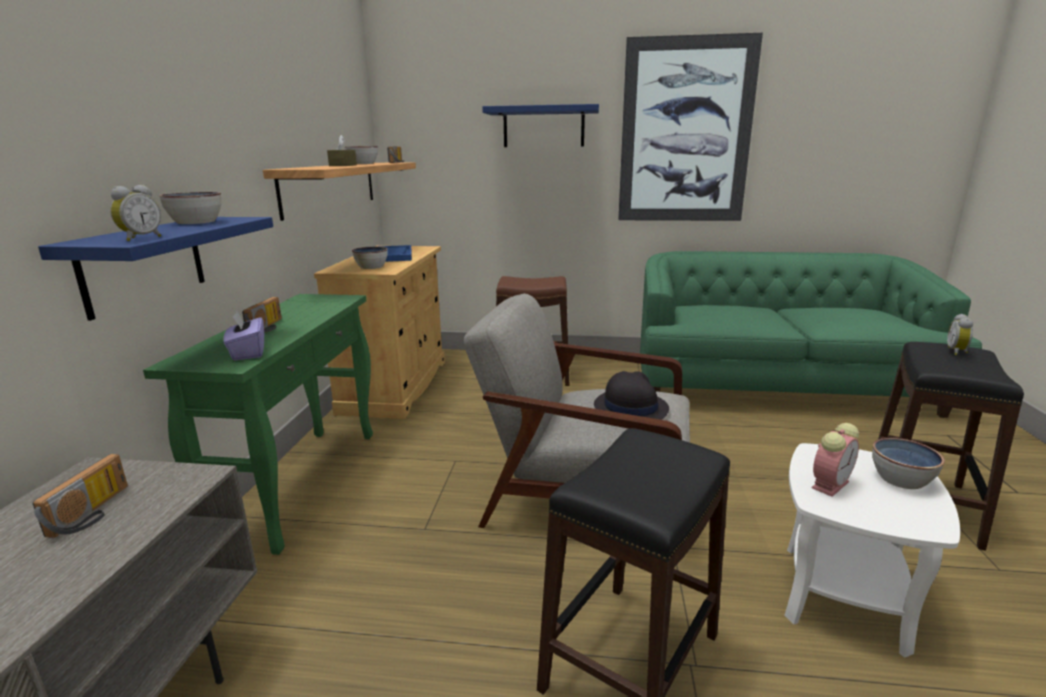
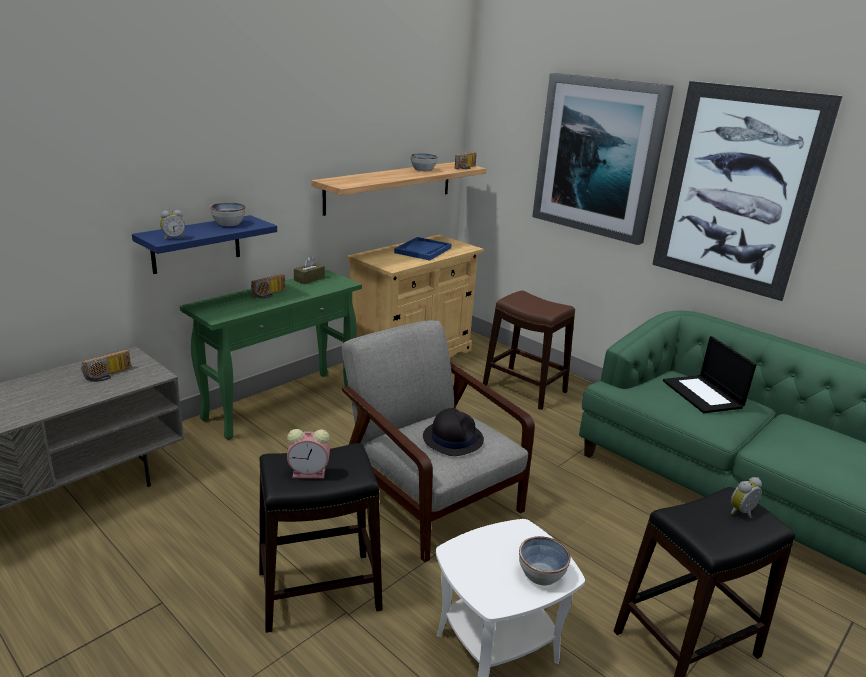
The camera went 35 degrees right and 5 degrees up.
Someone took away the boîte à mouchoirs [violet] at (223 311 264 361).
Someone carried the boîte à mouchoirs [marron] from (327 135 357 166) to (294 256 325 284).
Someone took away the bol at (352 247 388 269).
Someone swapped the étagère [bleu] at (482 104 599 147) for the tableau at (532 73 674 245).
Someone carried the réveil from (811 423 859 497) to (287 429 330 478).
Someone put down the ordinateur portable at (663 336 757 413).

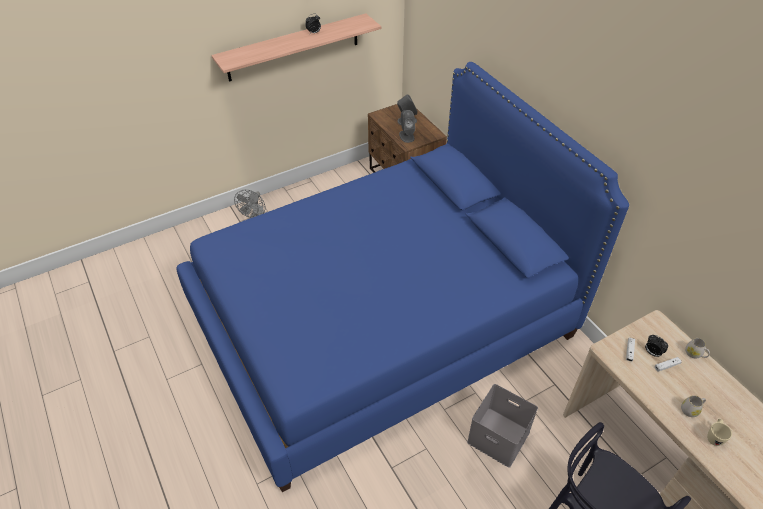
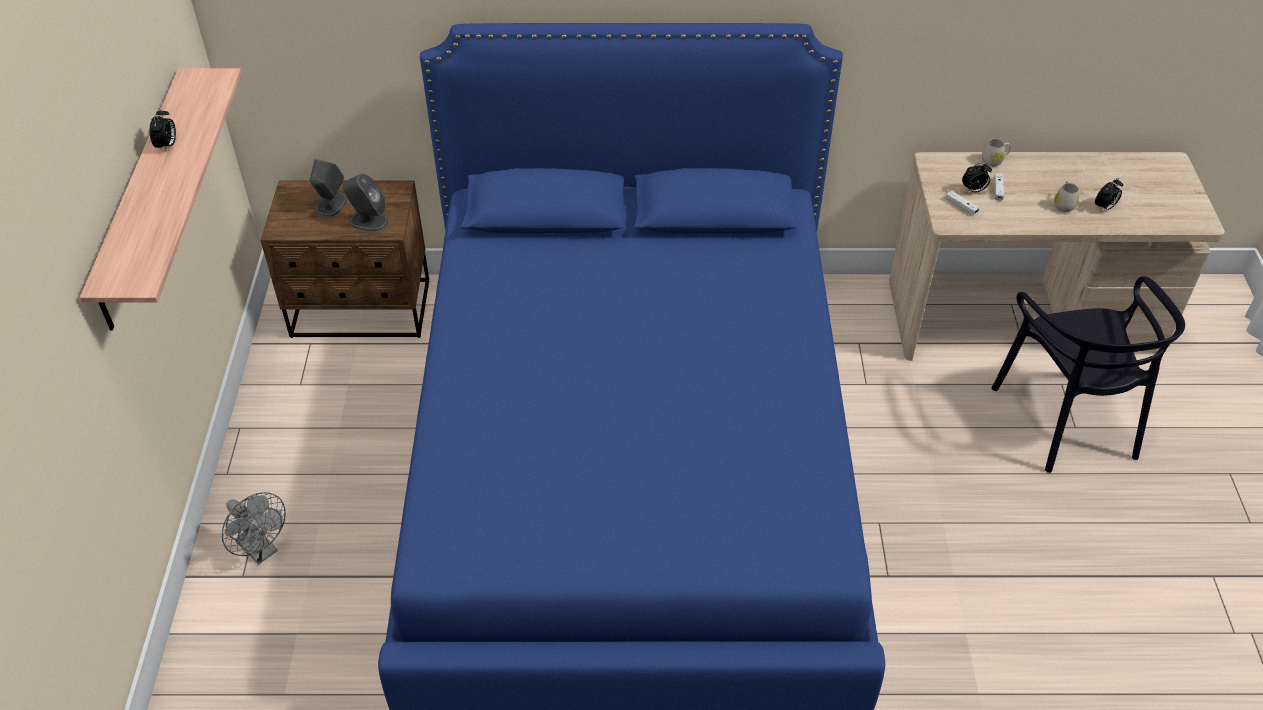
The camera went 60 degrees left and 0 degrees up.
Someone took away the boîte de rangement [gris] at (467 384 538 468).
Someone swapped the mug [beige] at (707 419 732 446) for the réveil at (1095 178 1123 212).

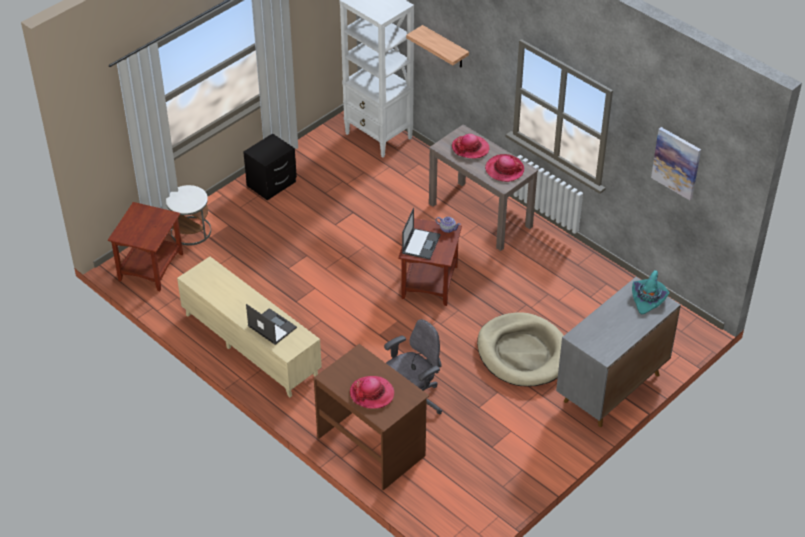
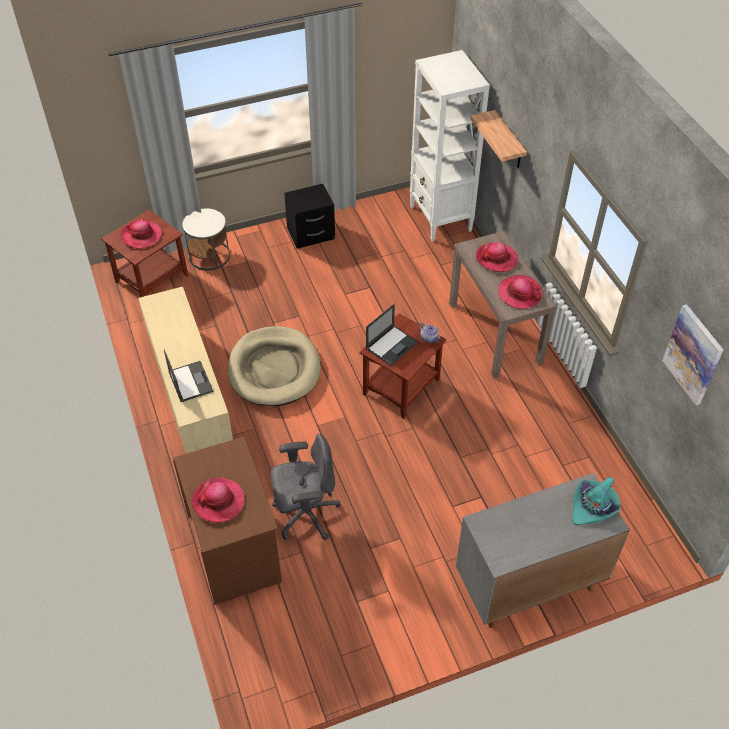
The camera went 25 degrees right and 5 degrees up.
Someone carried the panier pour chien [beige] from (477 312 564 387) to (228 326 321 406).
Someone put down the chapeau at (121 219 163 249).

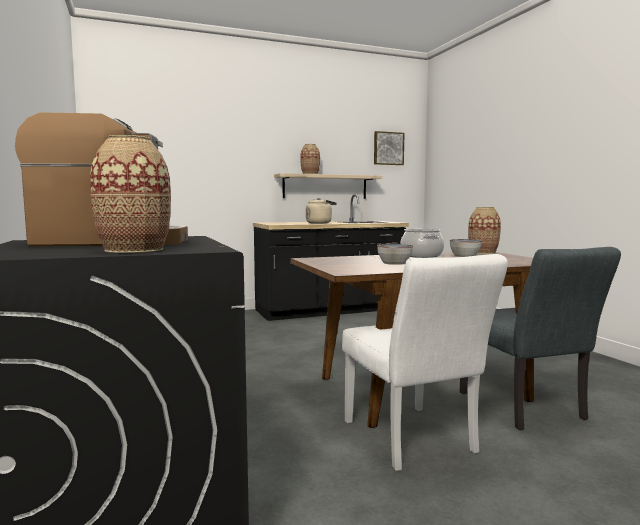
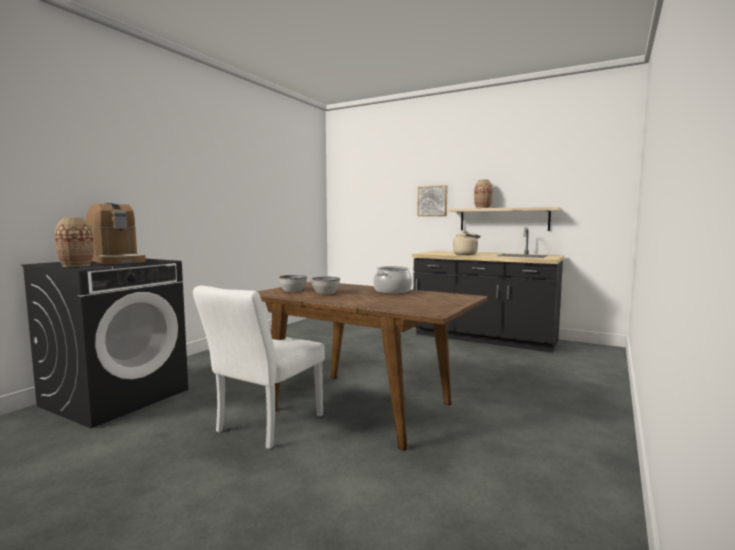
The camera went 50 degrees right and 0 degrees up.
Someone carried the tableau from (374 131 405 165) to (417 185 448 216).
Someone carried the bol from (450 239 482 257) to (279 275 307 292).
Someone took away the chaise [gris] at (460 247 621 430).
Someone took away the vase at (468 207 501 254).

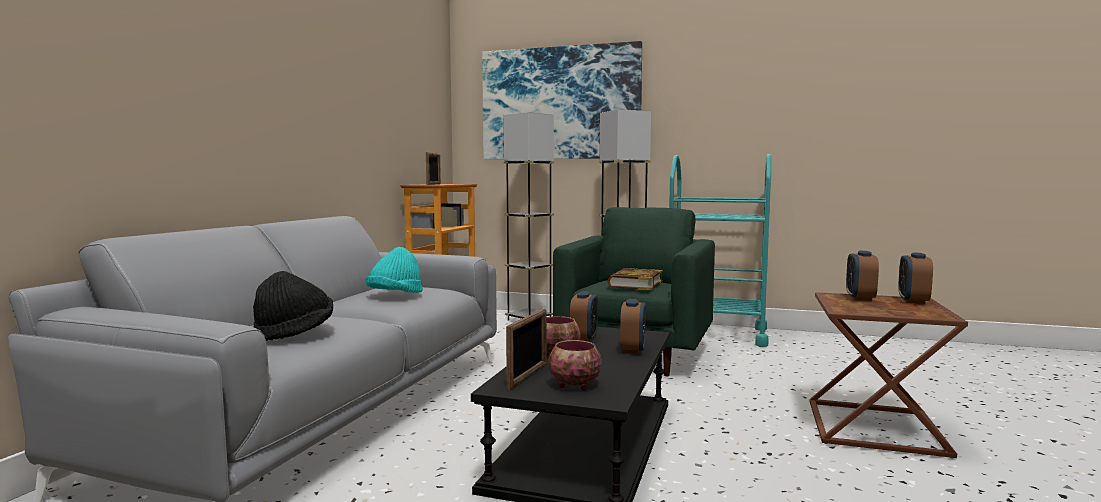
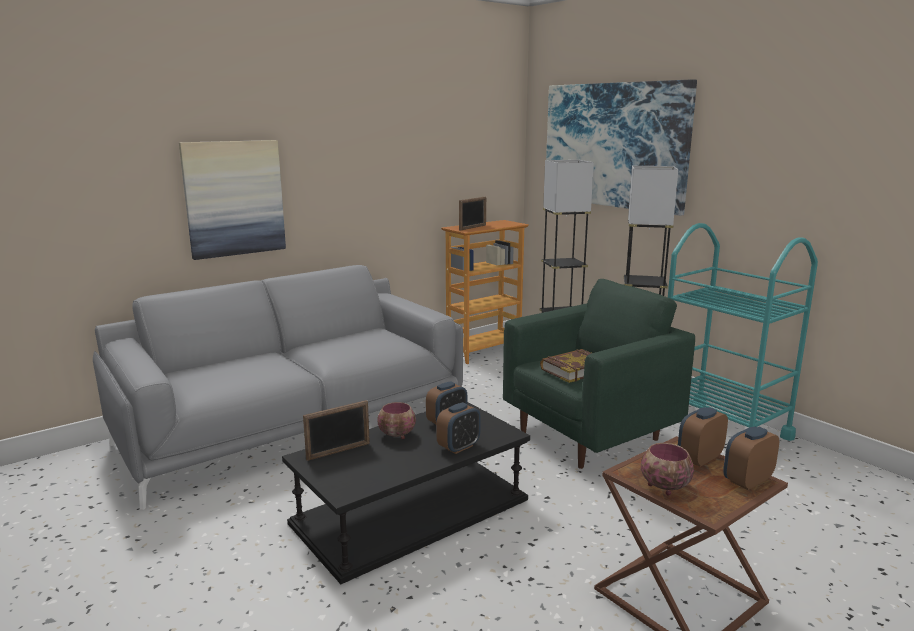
The camera went 35 degrees right and 10 degrees up.
Someone took away the chapeau [noir] at (253 271 333 341).
Someone took away the chapeau [turquoise] at (365 247 423 293).
Someone carried the bol from (548 340 602 390) to (641 443 694 496).
Someone put up the tableau at (179 140 286 260).

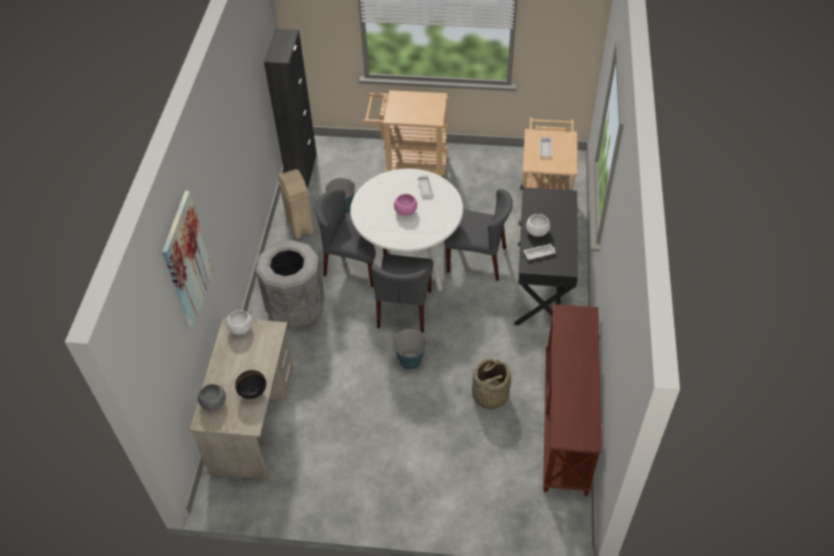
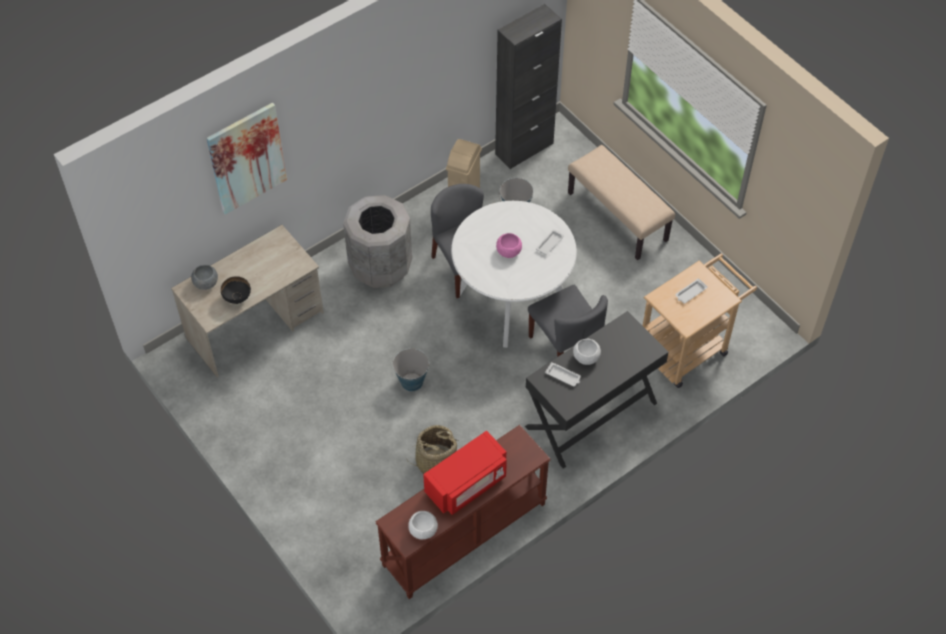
The camera went 45 degrees right and 5 degrees up.
Someone carried the bol [blanc] from (226 310 252 335) to (408 511 438 539).
Someone swapped the chariot [beige] at (363 90 449 177) for the banc [beige] at (568 145 675 260).
Someone took away the chaise [gris] at (371 254 433 333).
Someone put down the micro-ondes [rouge] at (423 430 507 515).

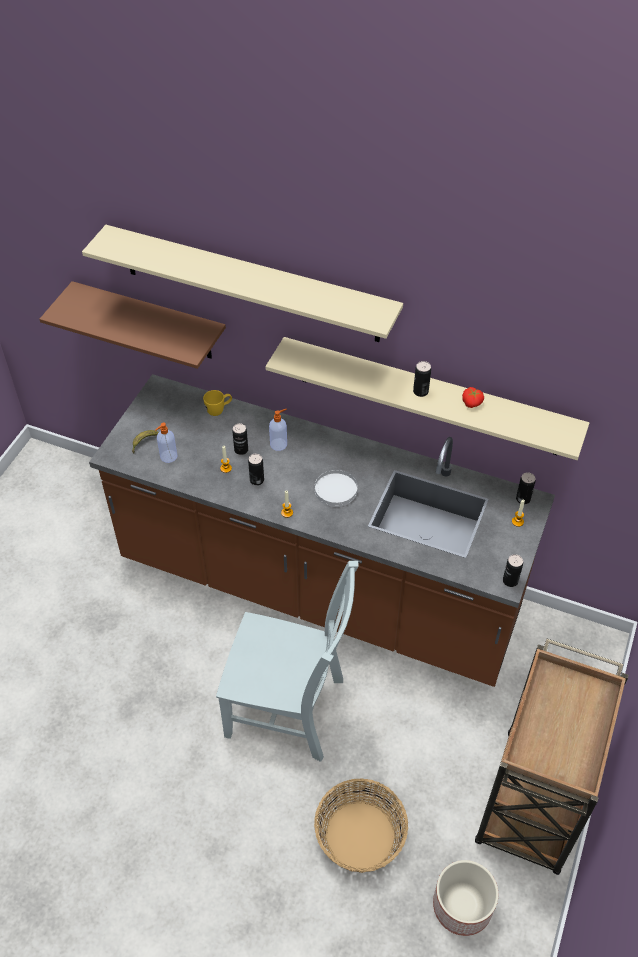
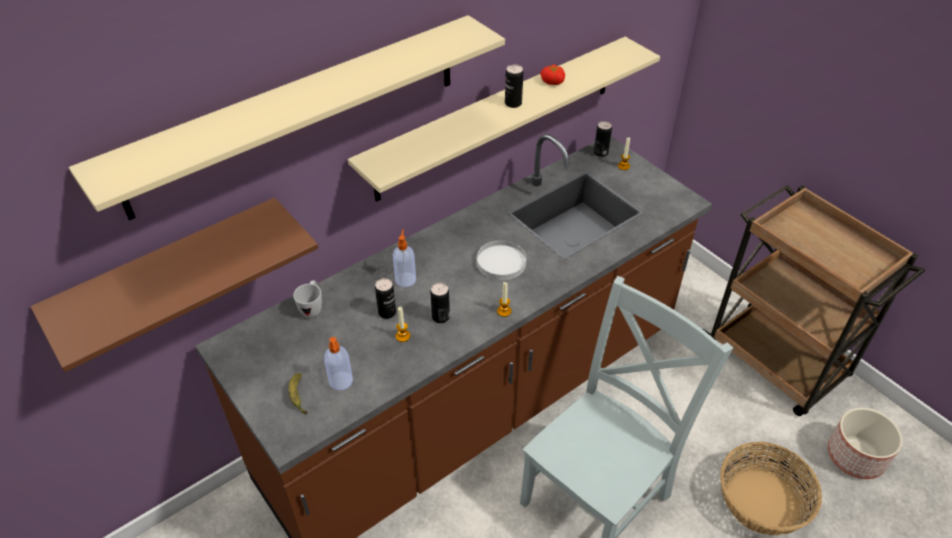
The camera went 60 degrees left and 5 degrees down.
Someone repainted the mug [jaune] at (203 390 232 416), which became the mug [blanc] at (293 280 322 318).
Someone took away the boîte métallique at (503 554 523 587).

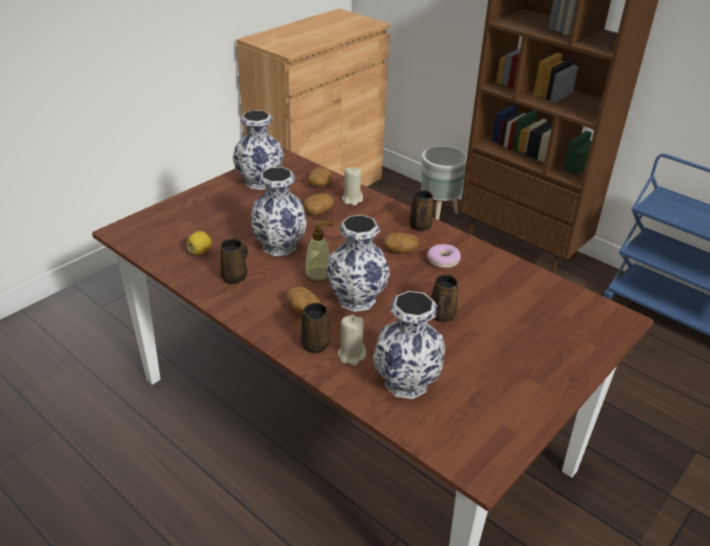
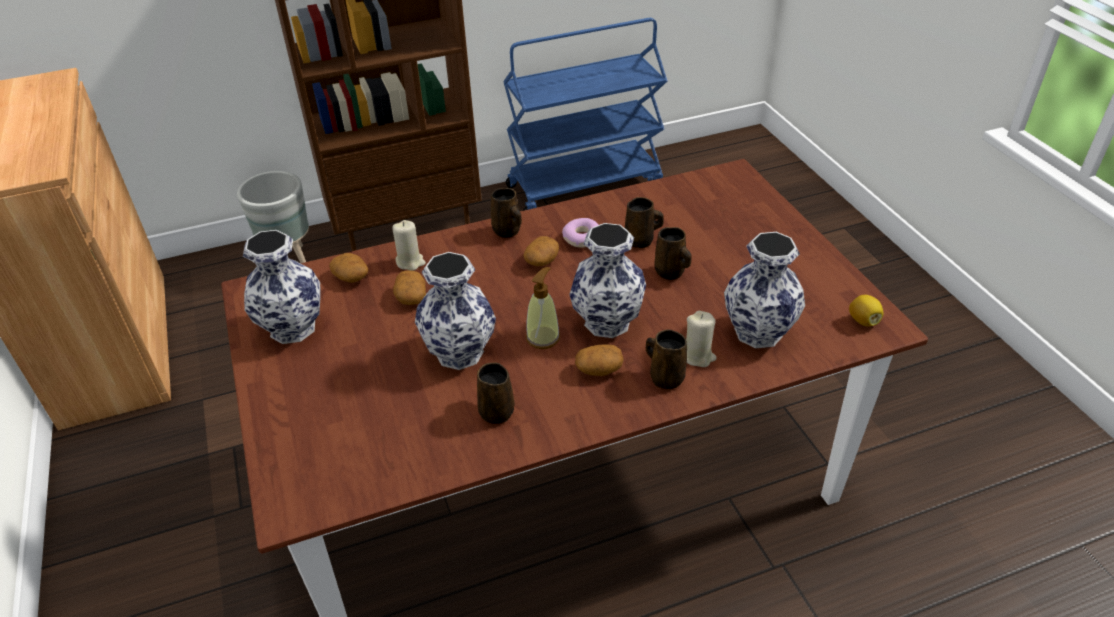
The camera went 60 degrees left and 5 degrees up.
Someone carried the citron from (186 231 212 255) to (849 295 884 326).
Someone put down the mug [marron] at (625 197 664 248).

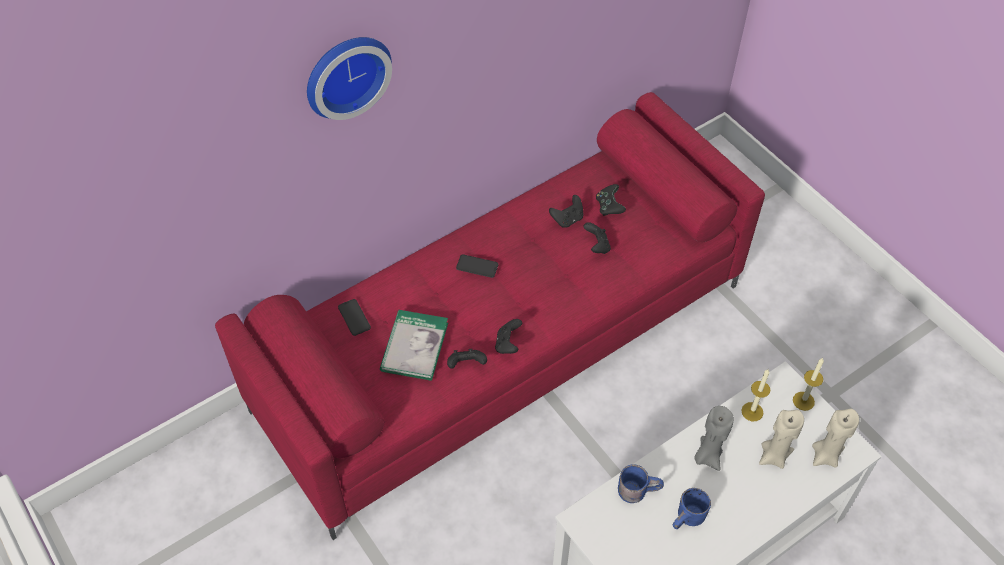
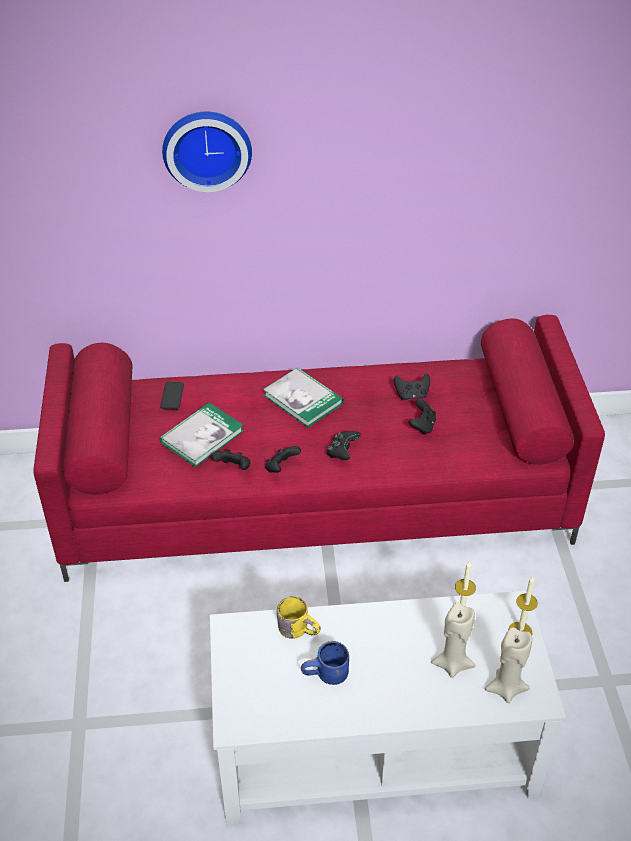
The camera went 30 degrees right and 10 degrees down.
Someone swapped the téléphone at (456 254 498 278) for the livre at (263 367 344 428).
Someone carried the manette [noir] from (596 184 626 216) to (326 431 361 460).
Someone repainted the mug [bleu] at (618 464 664 503), which became the mug [jaune] at (277 596 321 639).
Someone took away the bougie [gris] at (694 406 734 471).

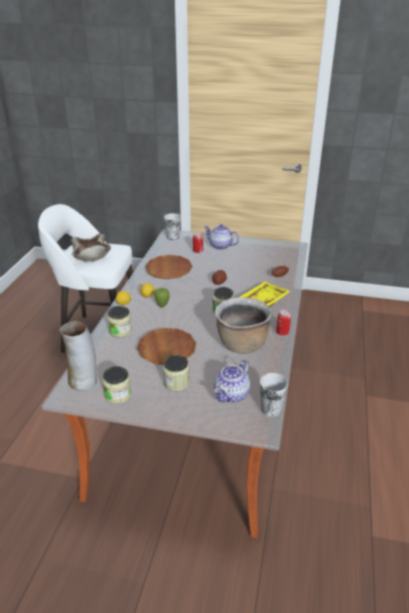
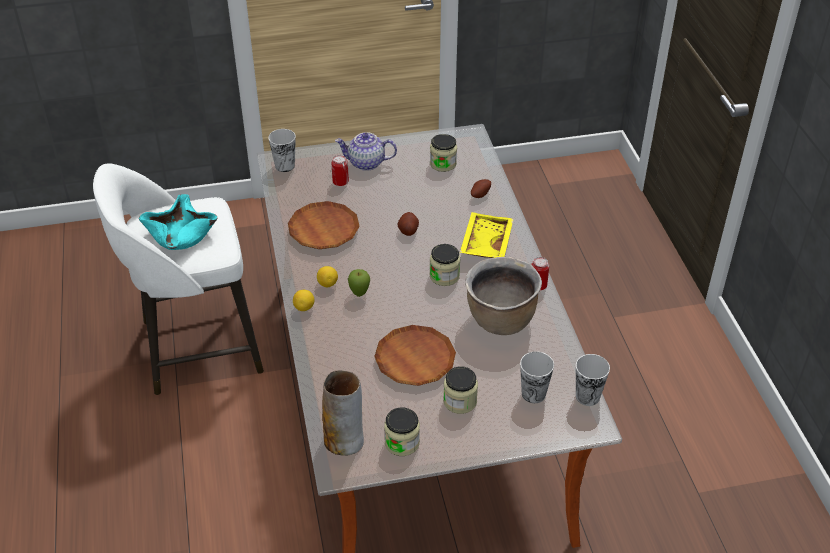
The camera went 25 degrees left and 10 degrees up.
Someone repainted the bol [beige] at (71 234 111 262), which became the bol [turquoise] at (139 194 217 250).
Someone carried the bocal from (108 306 132 337) to (430 134 457 172).
Someone swapped the théière at (214 360 250 403) for the tasse at (520 351 554 403).

